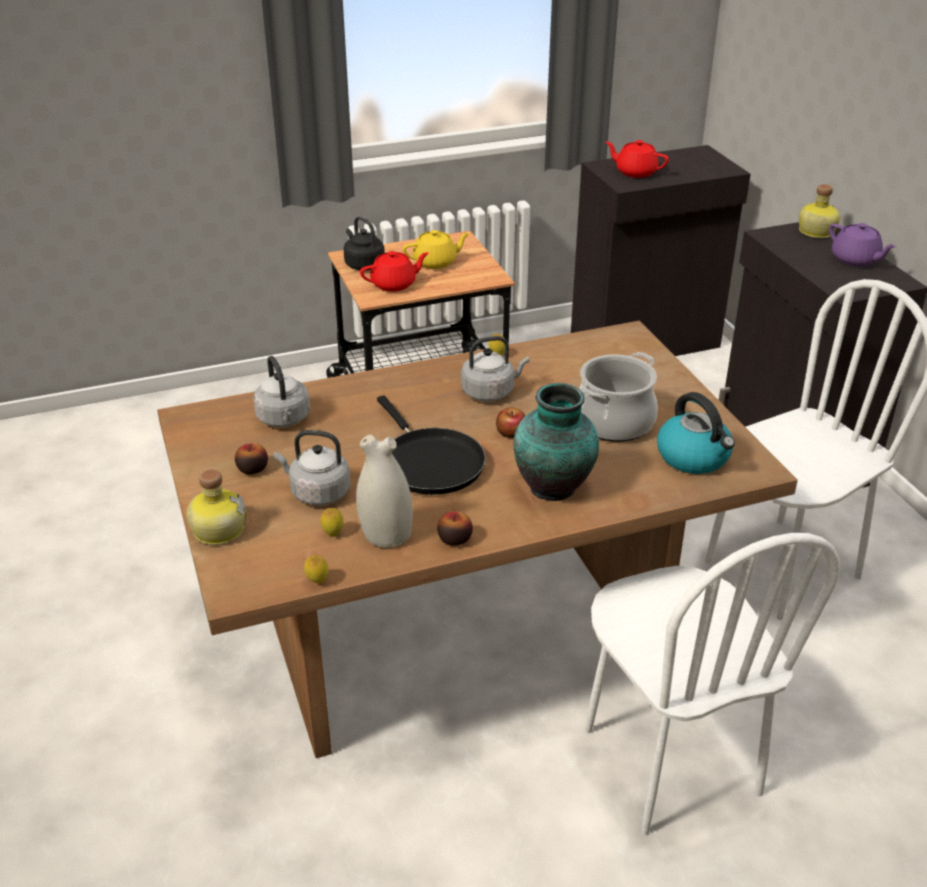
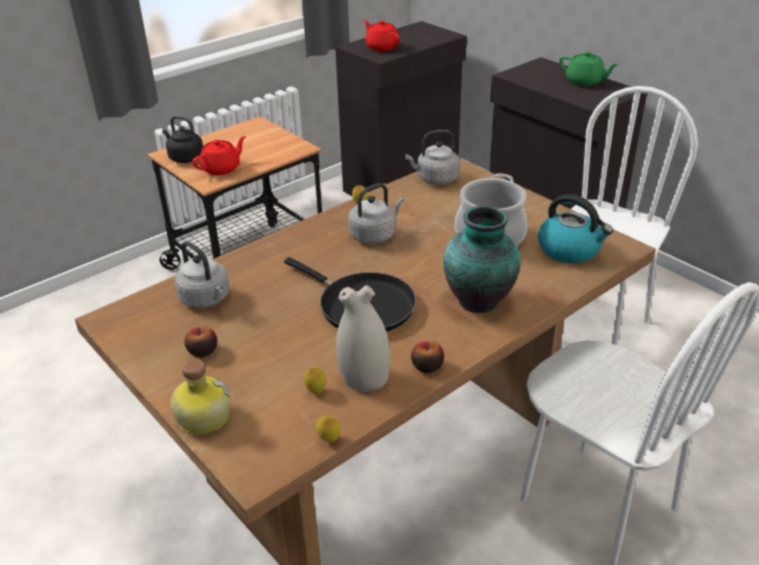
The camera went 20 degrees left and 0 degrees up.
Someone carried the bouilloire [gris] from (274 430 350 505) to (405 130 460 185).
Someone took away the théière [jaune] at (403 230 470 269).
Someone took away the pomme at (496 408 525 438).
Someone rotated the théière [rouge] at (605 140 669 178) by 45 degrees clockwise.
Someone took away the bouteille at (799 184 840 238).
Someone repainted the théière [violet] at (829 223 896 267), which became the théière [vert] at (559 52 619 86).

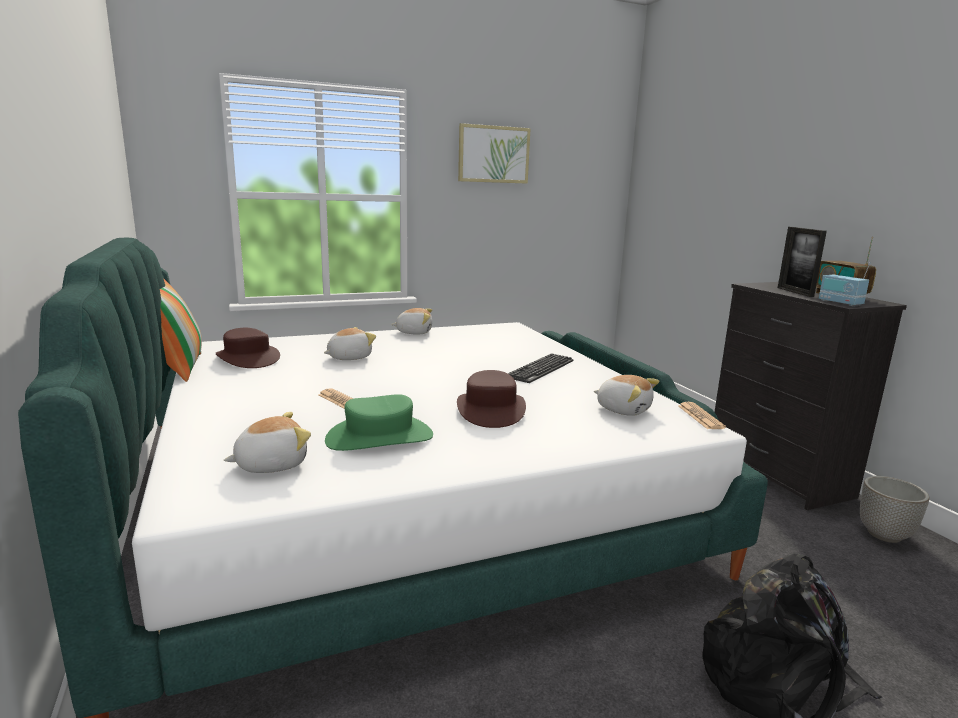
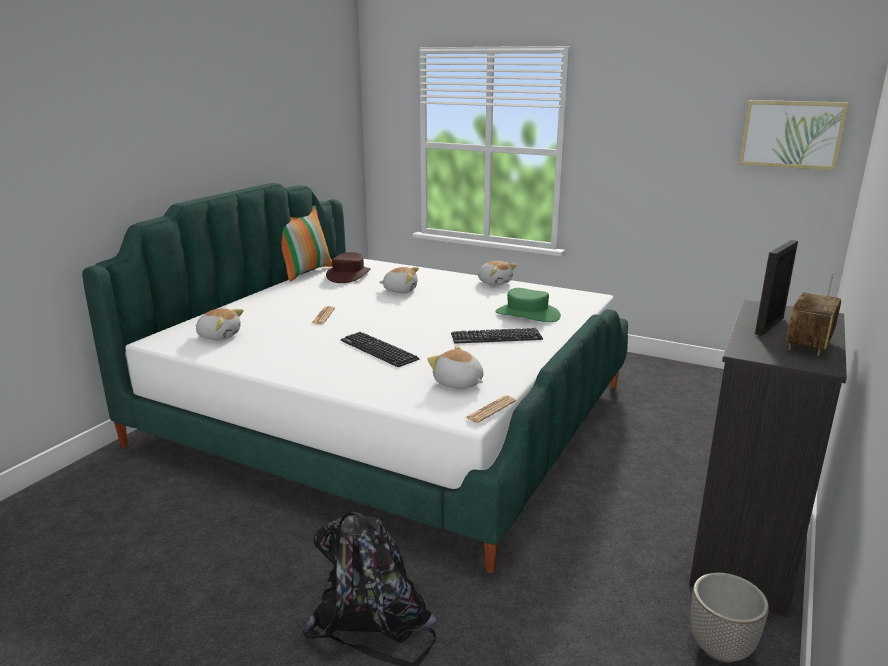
The camera went 50 degrees right and 5 degrees up.
Someone carried the chapeau [vert] from (325 394 433 451) to (496 288 561 322).
Someone swapped the chapeau [marron] at (457 370 526 428) for the clavier at (341 332 419 367).
Someone carried the tableau from (458 123 531 184) to (739 100 849 170).
Someone rotated the peluche at (594 375 659 416) by 135 degrees clockwise.
Someone took away the radio at (819 262 871 306).

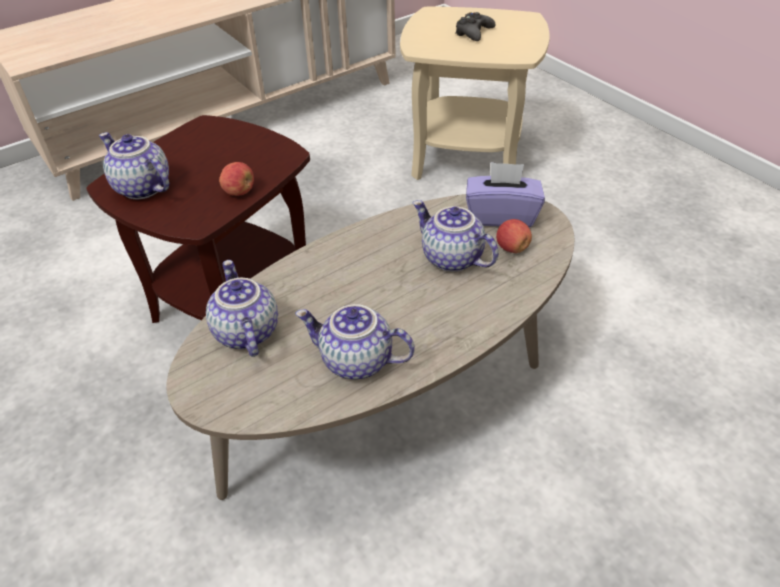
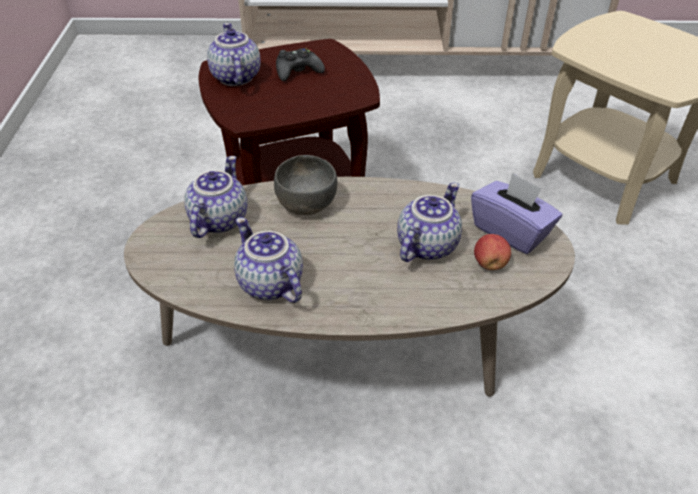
The camera went 35 degrees right and 0 degrees up.
Someone took away the pomme at (219 162 254 196).
Someone rotated the théière at (413 200 498 272) by 45 degrees clockwise.
Someone carried the manette [noir] from (455 12 495 41) to (276 48 325 81).
Someone put down the bol [gris] at (274 155 337 215).

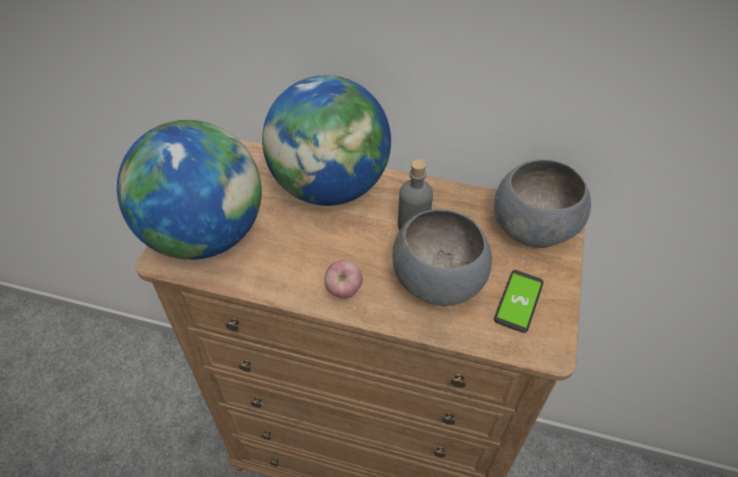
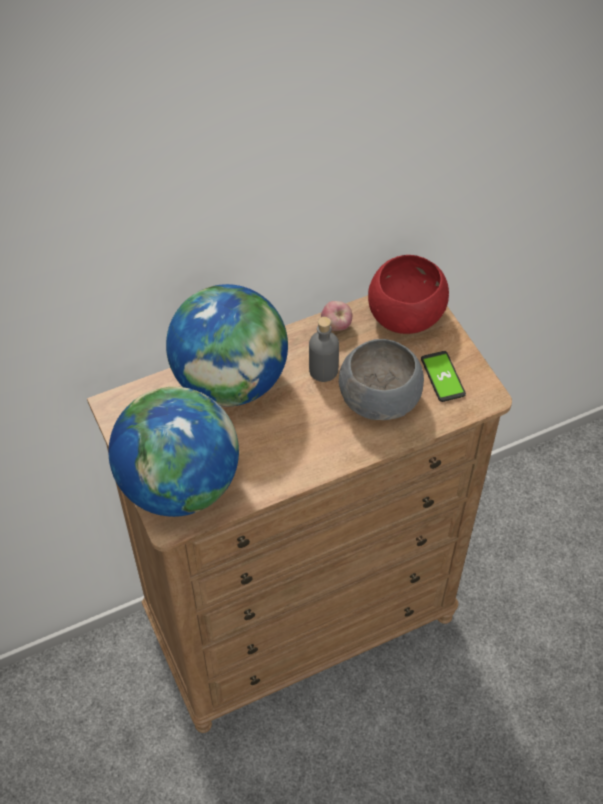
The camera went 40 degrees left and 5 degrees up.
Someone carried the pomme from (325 260 363 299) to (321 301 352 331).
Someone repainted the bol [gris] at (494 159 591 248), which became the bol [rouge] at (368 255 449 334).

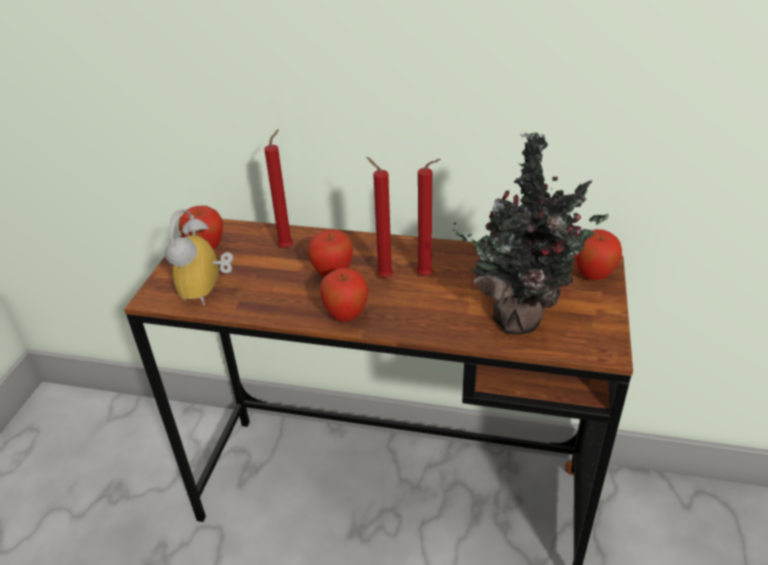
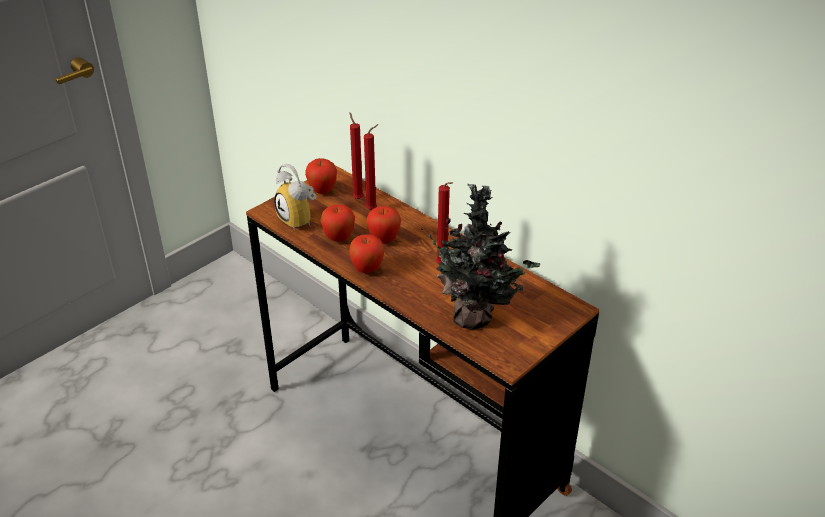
The camera went 30 degrees right and 0 degrees up.
Someone rotated the réveil at (164 209 234 306) by 75 degrees counterclockwise.
Someone carried the bougie [rouge] from (366 157 393 278) to (350 113 364 199).
Someone carried the pomme from (575 229 622 281) to (320 204 355 242).

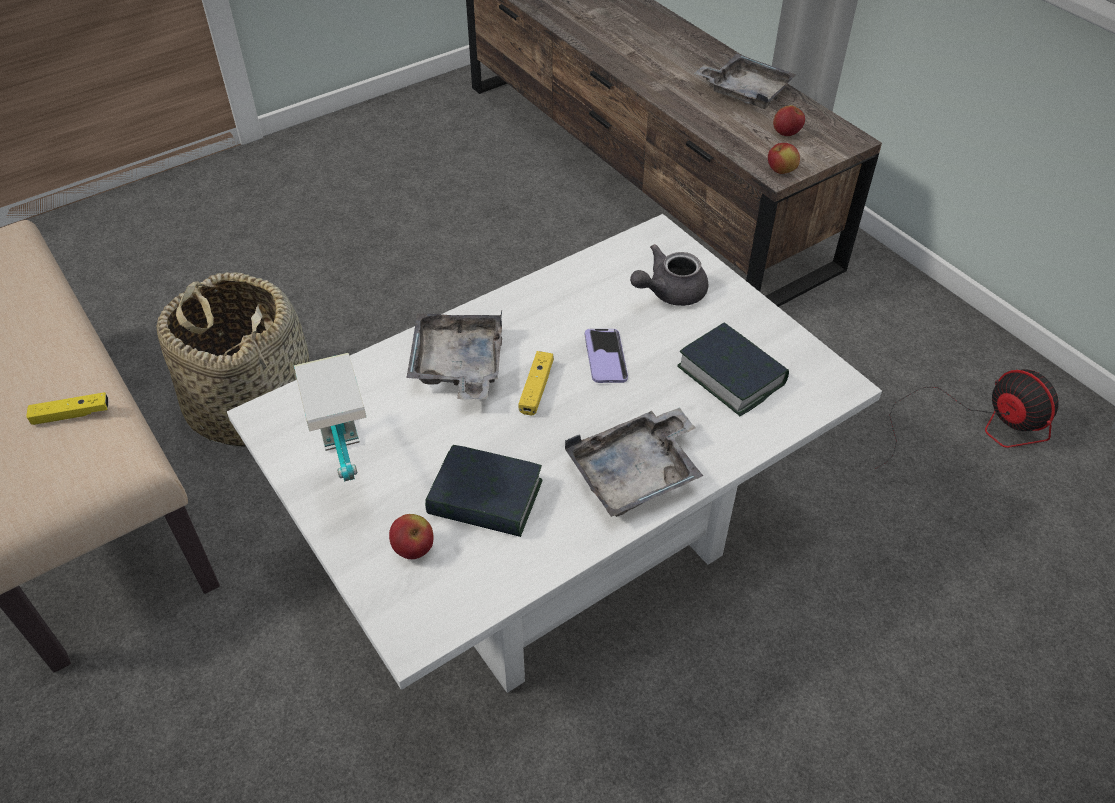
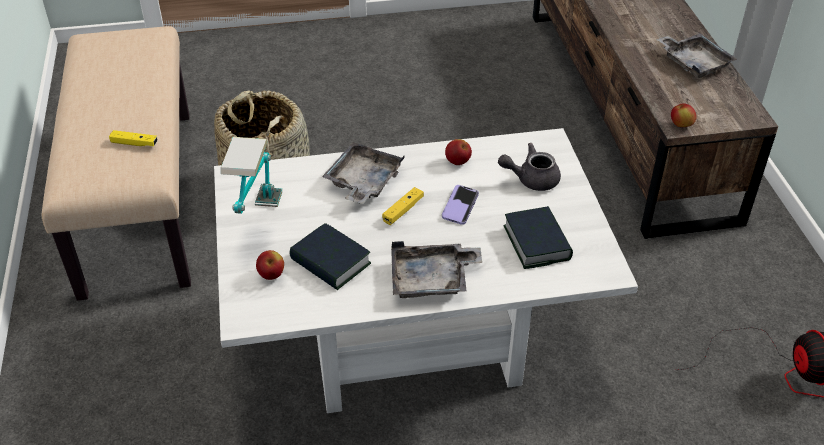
The camera went 25 degrees right and 5 degrees down.
Someone carried the pomme from (773 105 805 136) to (445 139 472 165).

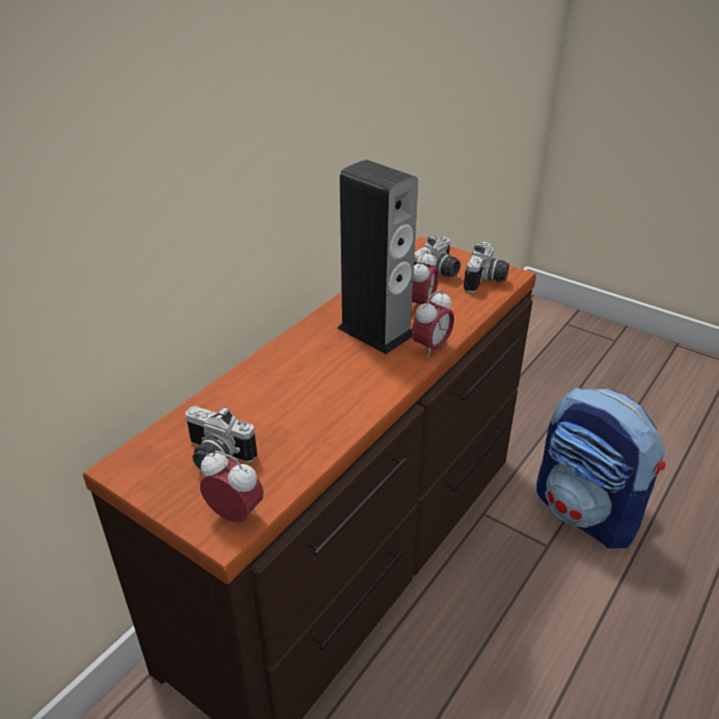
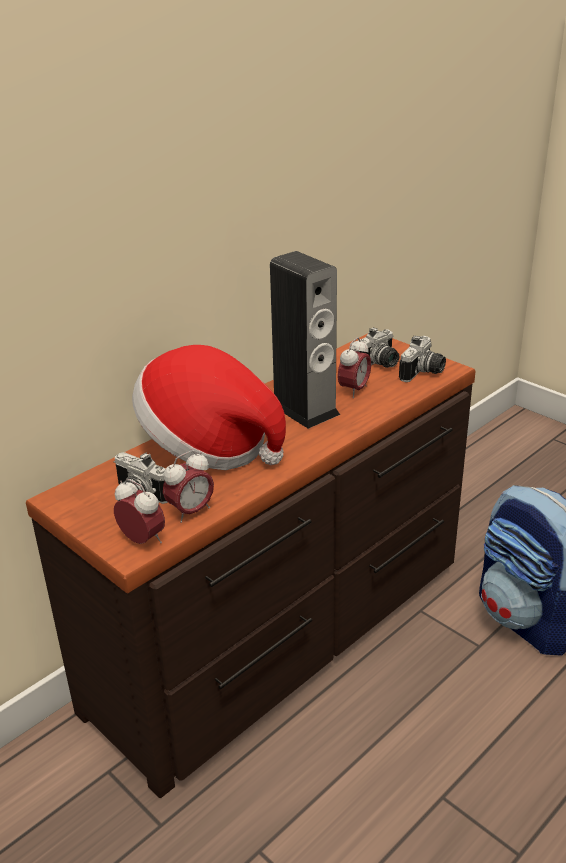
The camera went 10 degrees right and 5 degrees down.
Someone carried the réveil from (412 290 454 358) to (163 451 214 523).
Someone put down the chapeau at (132 345 286 470).

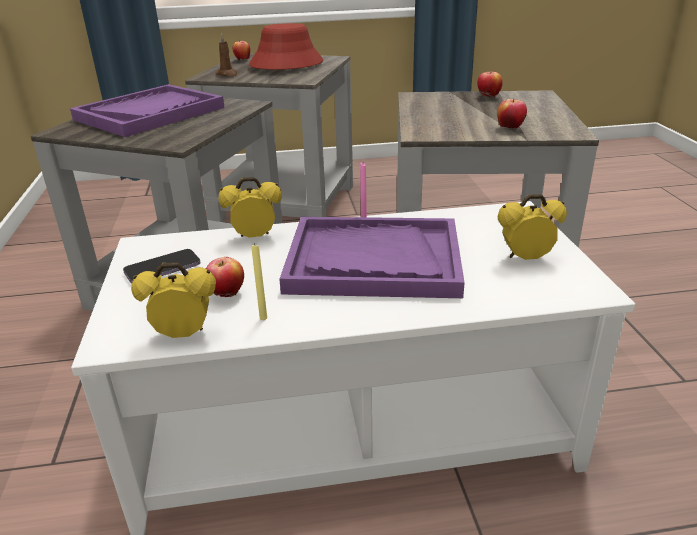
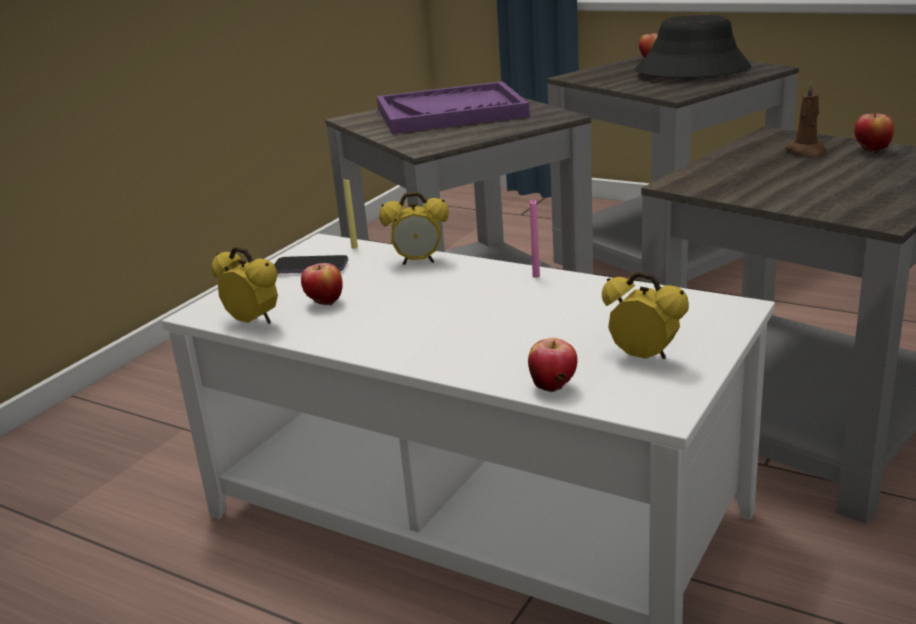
The camera went 40 degrees right and 5 degrees down.
Someone carried the bougie [marron] from (215 33 237 76) to (785 80 826 157).
Someone rotated the réveil at (219 177 282 238) by 150 degrees clockwise.
Someone repainted the chapeau [rouge] at (249 23 324 70), which became the chapeau [noir] at (635 15 751 78).
Someone carried the bougie [jaune] from (252 243 267 320) to (343 179 358 249).
Someone took away the plateau [violet] at (279 217 465 298).
Someone carried the pomme from (497 99 527 129) to (528 338 577 392).

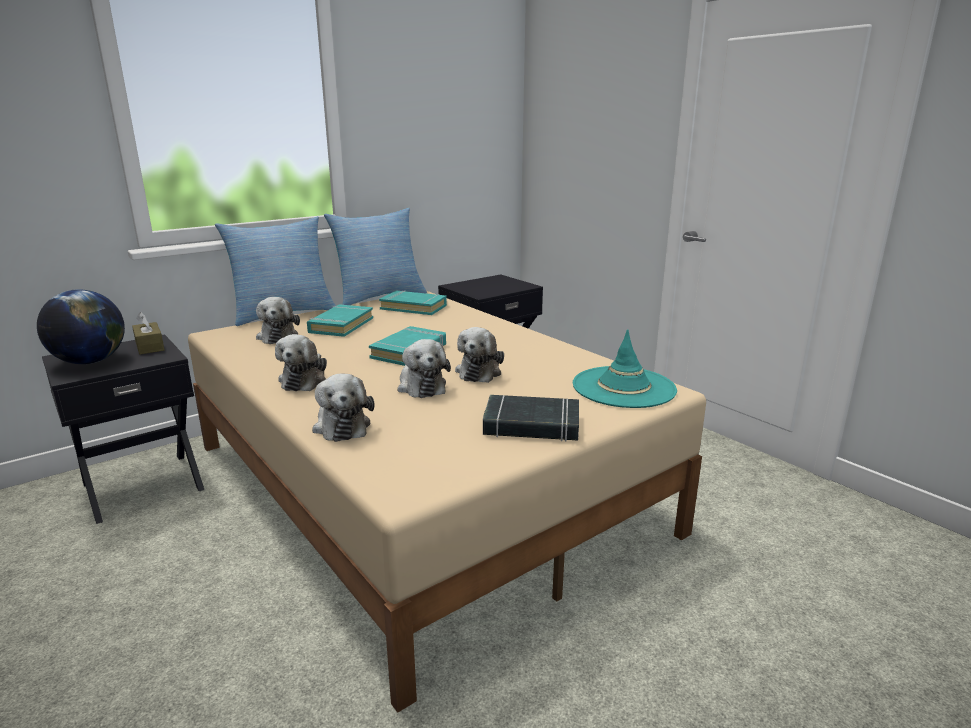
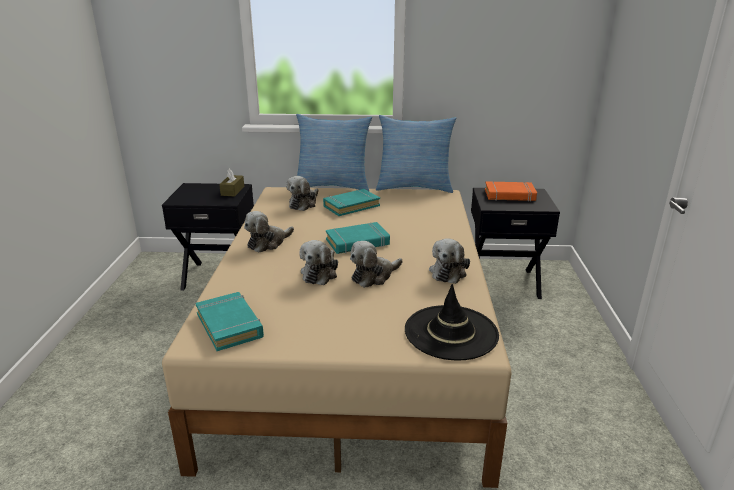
The camera went 40 degrees right and 5 degrees up.
Someone took away the globe at (37 290 125 364).
Someone carried the peluche from (312 374 374 442) to (429 238 470 284).
Someone carried the livre [turquoise] from (379 291 447 315) to (195 292 264 351).
Someone took away the livre [noir] at (483 395 579 442).
Someone repainted the chapeau [turquoise] at (573 329 677 408), which became the chapeau [noir] at (405 284 499 360).
Someone put down the livre [orange] at (485 181 537 201).

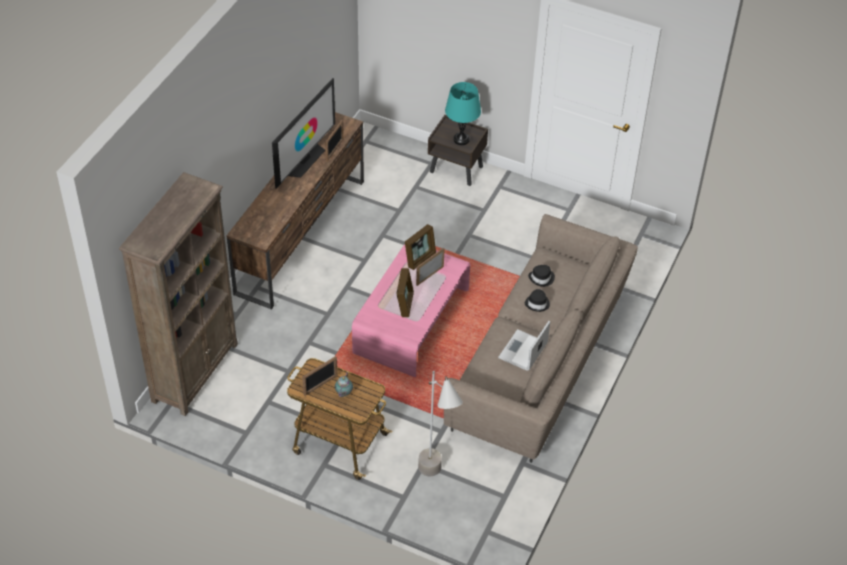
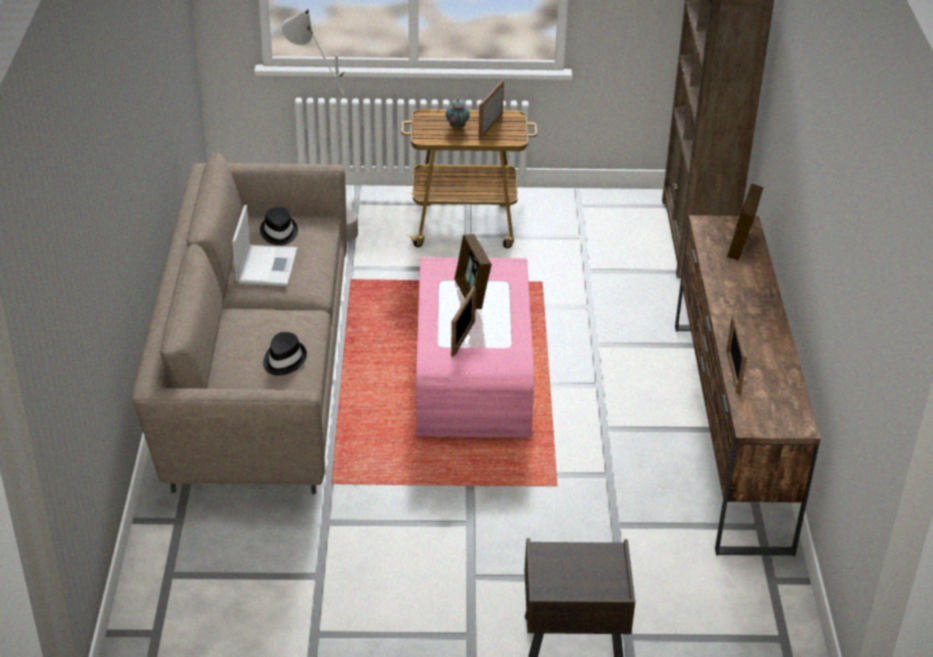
The camera went 155 degrees right and 10 degrees down.
Someone took away the téléviseur at (272 78 335 189).
Someone carried the cadre photo from (405 224 436 270) to (727 184 763 261).
Someone took away the lampe de table [turquoise] at (445 82 481 145).
Someone carried the chapeau [noir] from (525 289 550 312) to (260 207 298 245).

